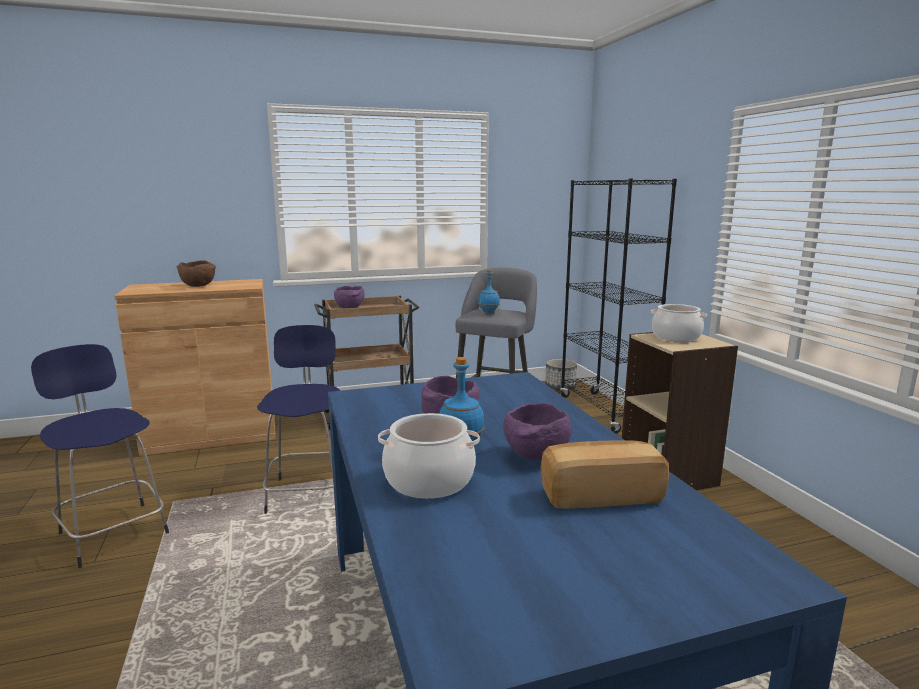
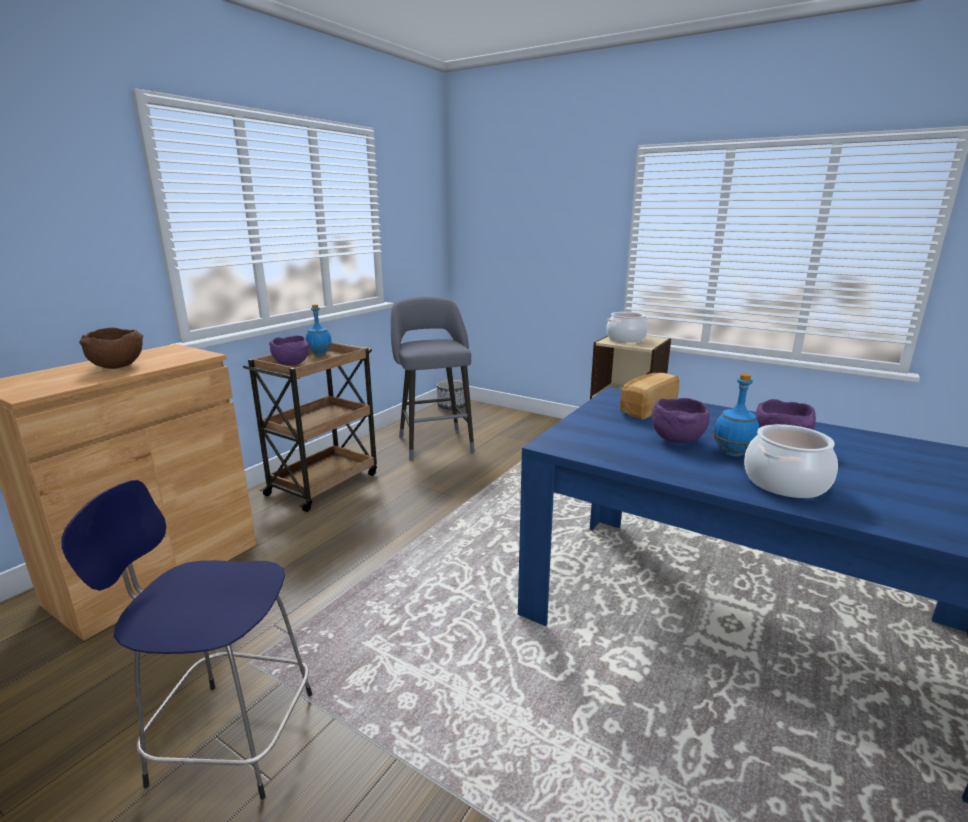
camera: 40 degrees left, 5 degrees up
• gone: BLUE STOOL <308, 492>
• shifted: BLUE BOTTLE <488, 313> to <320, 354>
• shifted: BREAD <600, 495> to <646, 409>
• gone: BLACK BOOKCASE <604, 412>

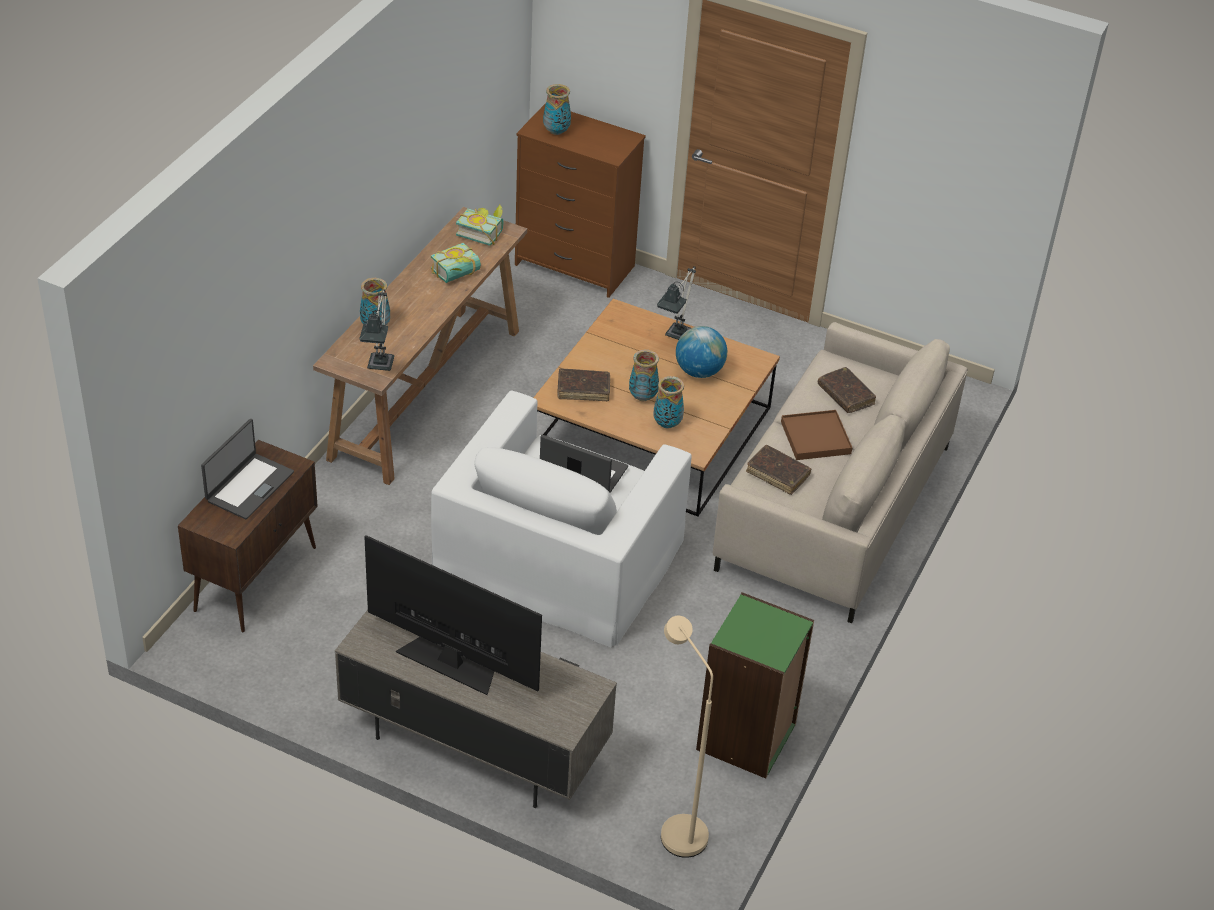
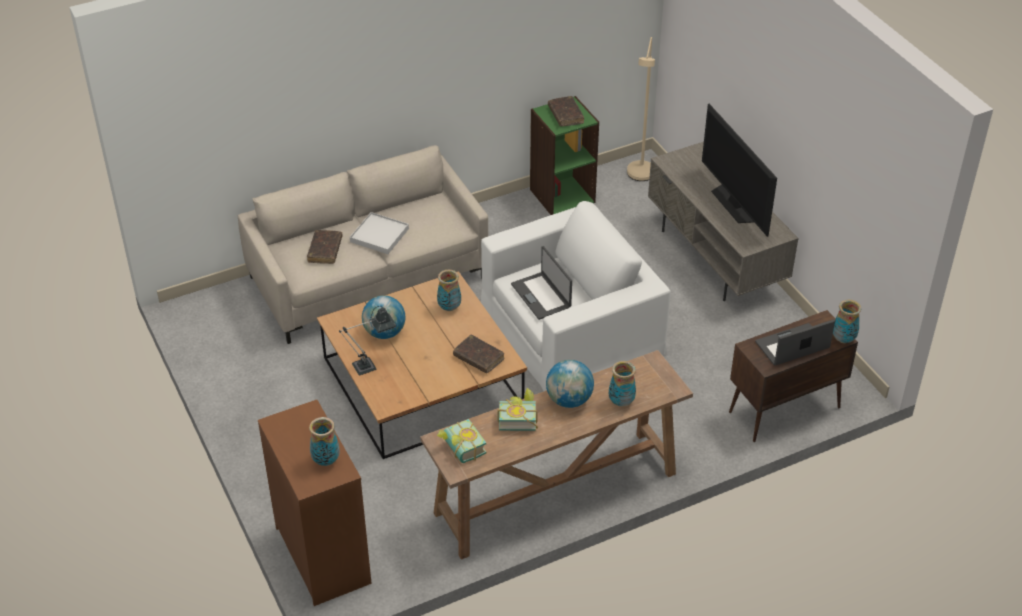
camera: 140 degrees left, 0 degrees up
• gone: TABLE LAMP <379, 368>
• shifted: VASE <643, 397> to <843, 339>
• shifted: BROWN BOOK <777, 474> to <565, 115>
• repainted: BROWN TRAY <815, 437> to WHITE TRAY <379, 235>
• new: GLOBE <569, 400>

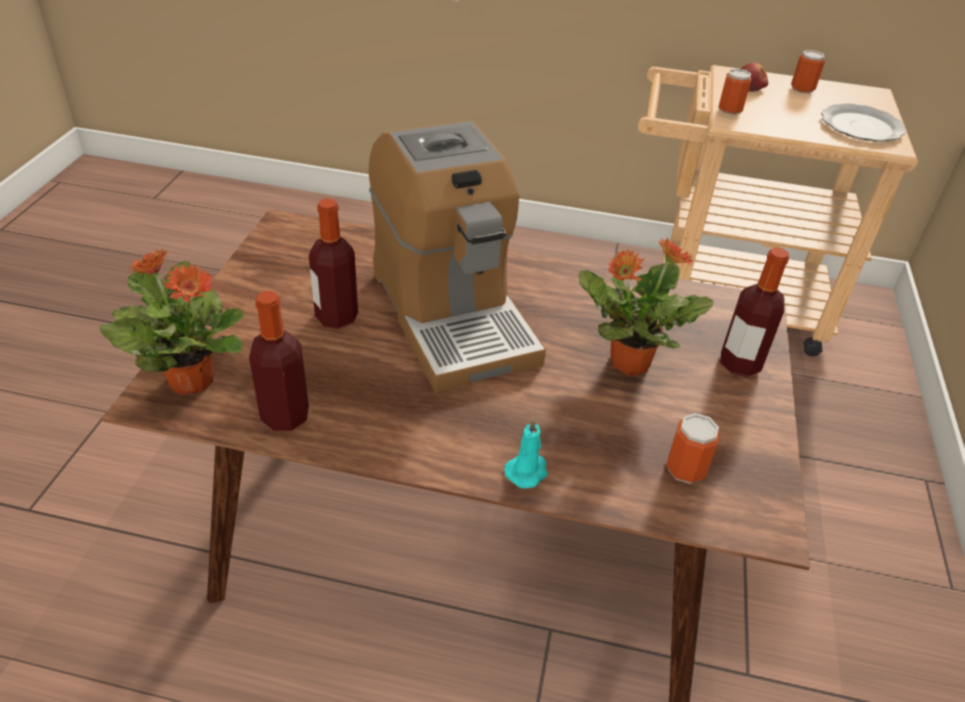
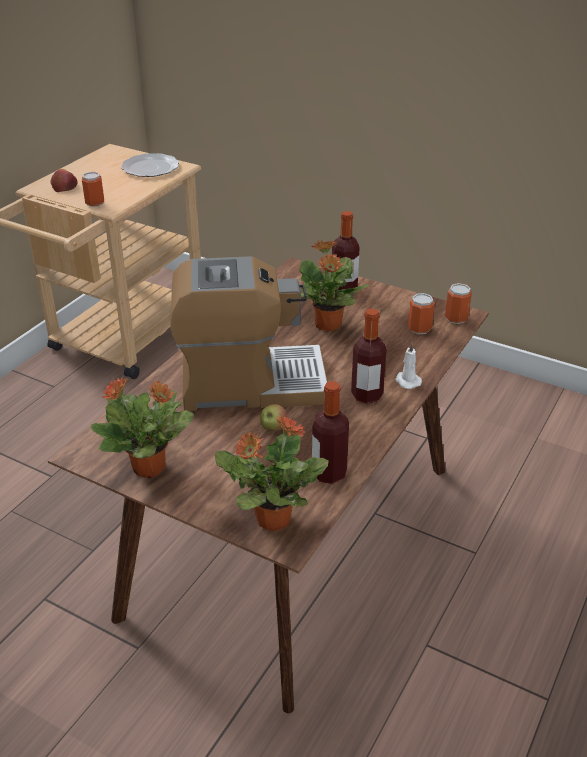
camera: 70 degrees left, 5 degrees down
• shifted: BOTTLE <336, 317> to <366, 395>
• repainted: TURQUOISE CANDLE <527, 471> to WHITE CANDLE <407, 381>
• shifted: CAN <802, 89> to <456, 318>
• new: POTTED PLANT <150, 468>
• new: APPLE <273, 428>

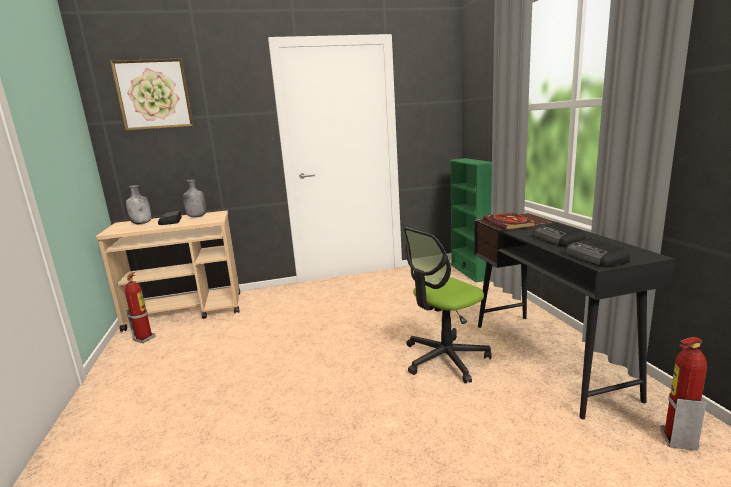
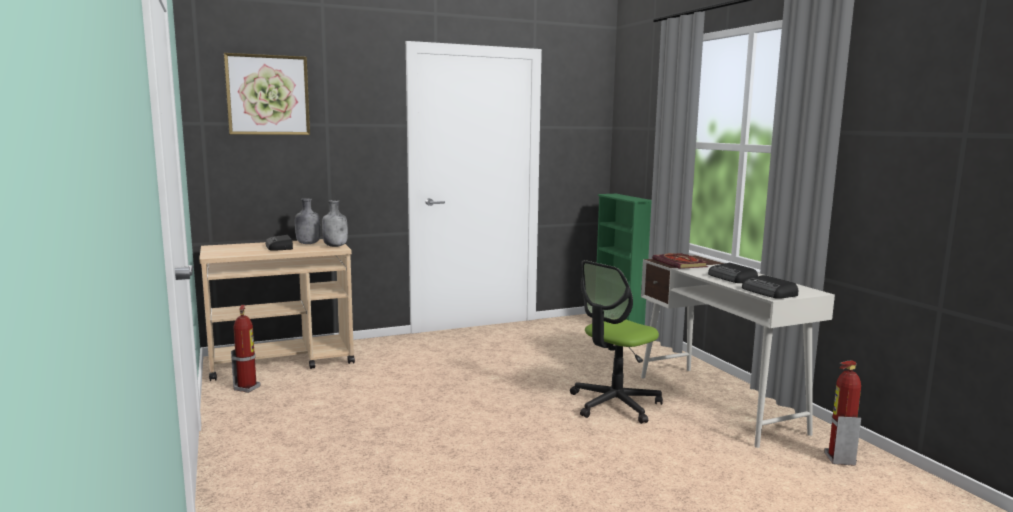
camera: 10 degrees left, 5 degrees down
• shifted: GREY BOTTLE <142, 223> to <336, 246>
• repainted: BLACK DESK <548, 358> to WHITE DESK <719, 403>

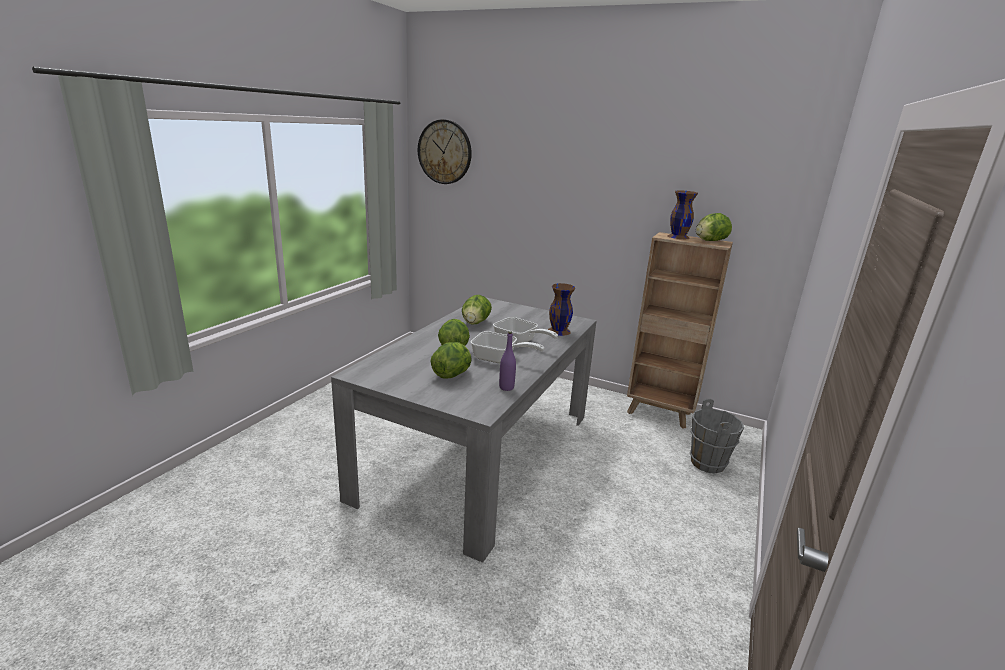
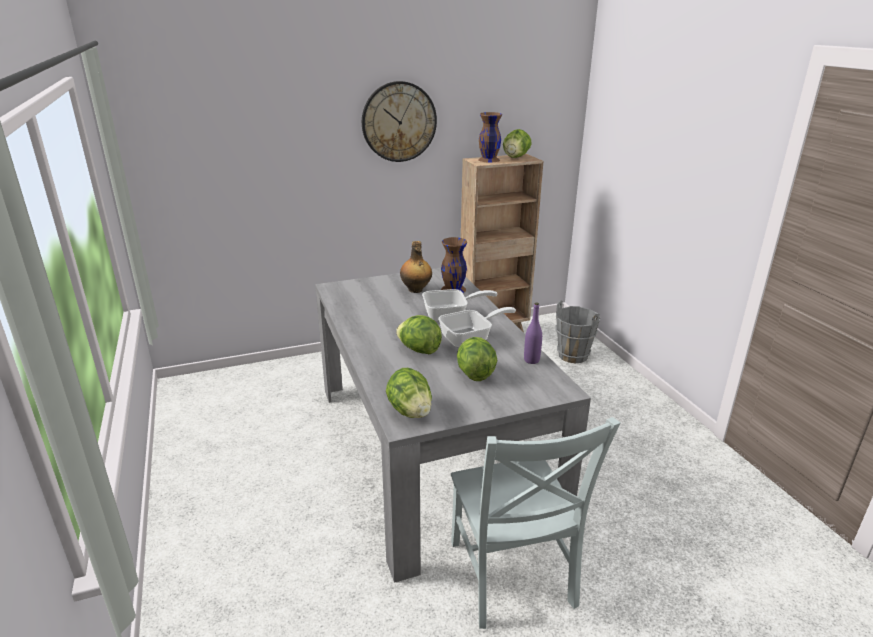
camera: 45 degrees left, 5 degrees up
• shifted: WALL CLOCK <444, 152> to <399, 122>
• shifted: LETTUCE <475, 323> to <410, 411>
• new: BOTTLE <416, 290>
• new: GREY CHAIR <512, 578>

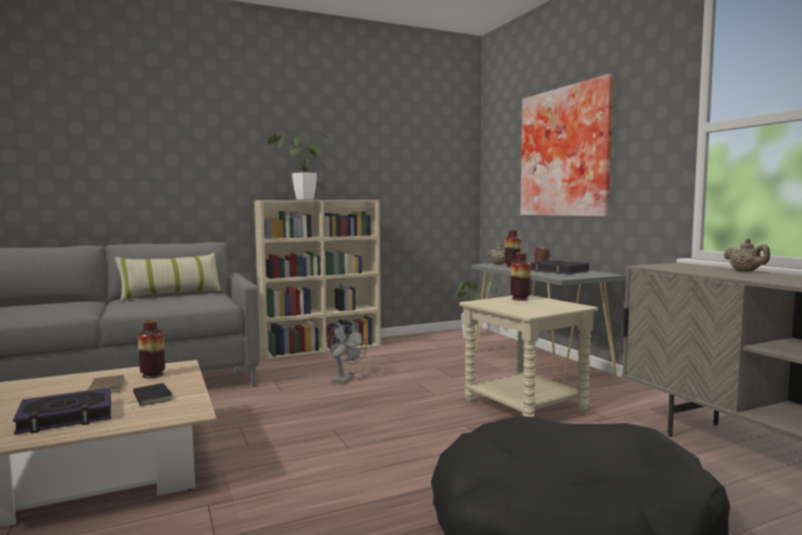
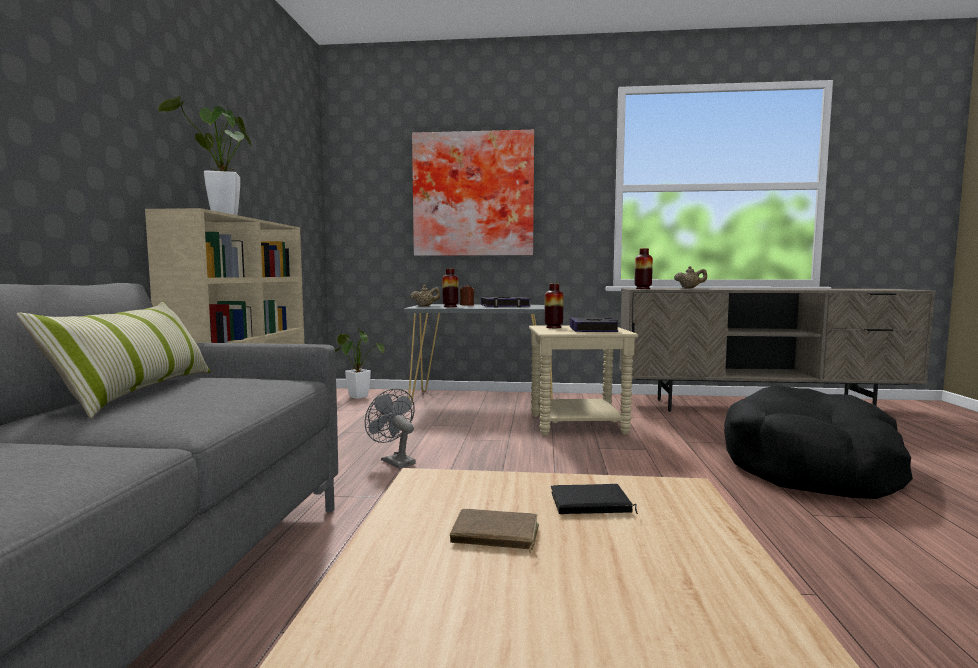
camera: 60 degrees left, 0 degrees up
• shifted: BOOK <66, 417> to <593, 329>
• shifted: VASE <153, 375> to <643, 288>

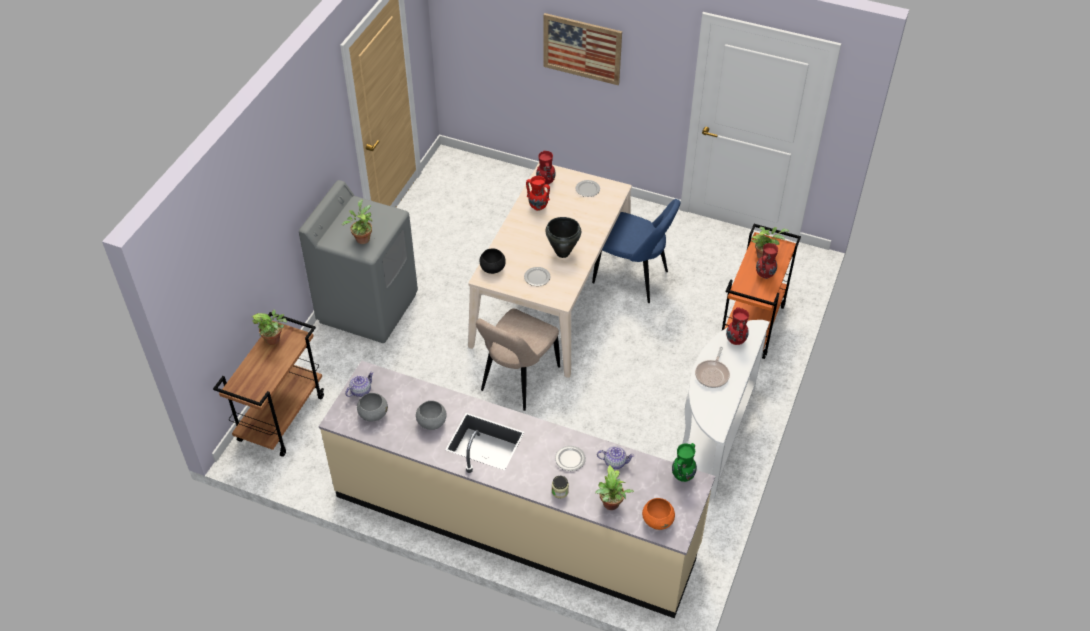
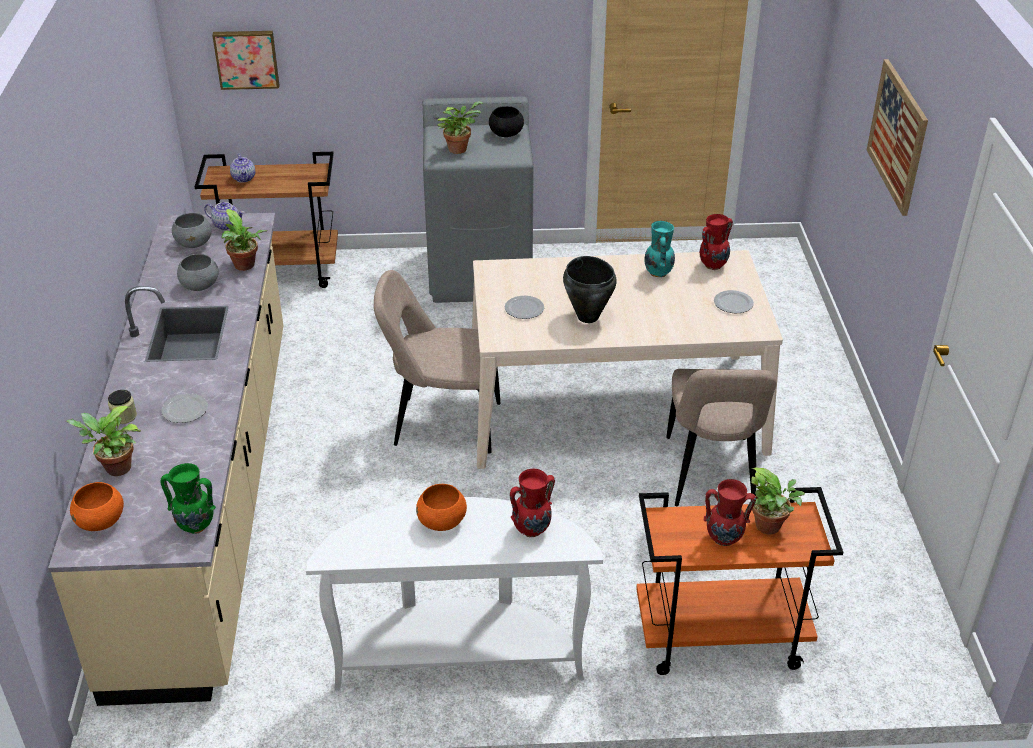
camera: 65 degrees right, 10 degrees down
• shifted: POTTED PLANT <275, 339> to <245, 266>
• shifted: BLACK BOWL <492, 268> to <506, 134>
• repainted: RED VASE <538, 207> to TURQUOISE VASE <658, 273>
• repainted: BLUE CHAIR <634, 278> to BEIGE CHAIR <710, 476>
• shifted: TEAPOT <615, 462> to <244, 178>
• swapped: FRYING PAN <712, 374> to ORANGE BOWL <442, 522>
• new: PICTURE <246, 58>

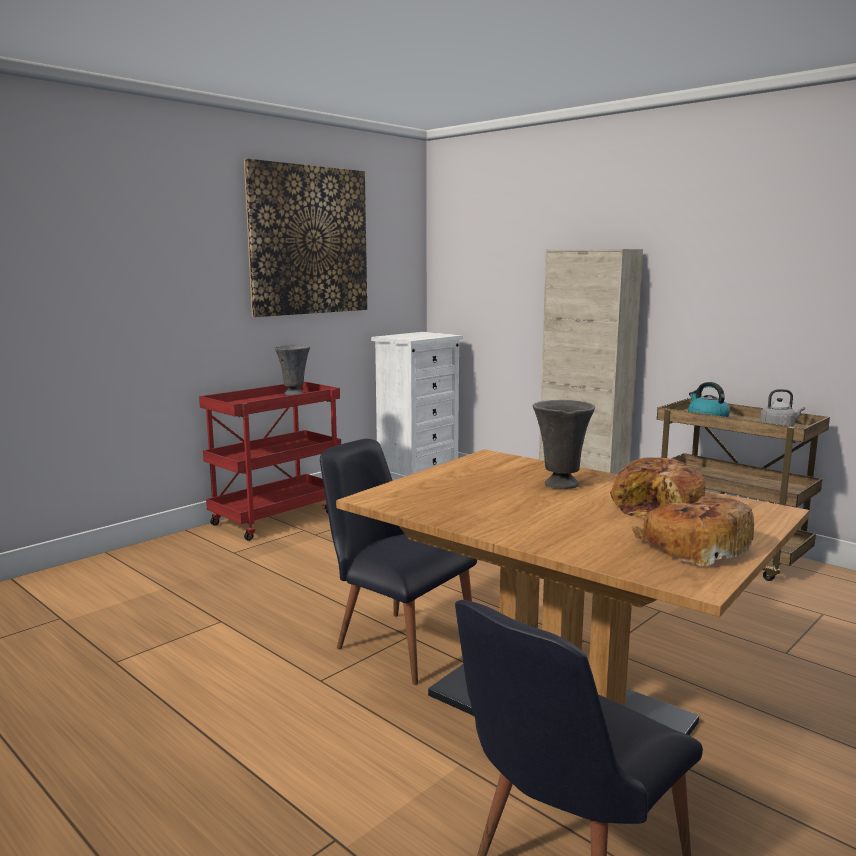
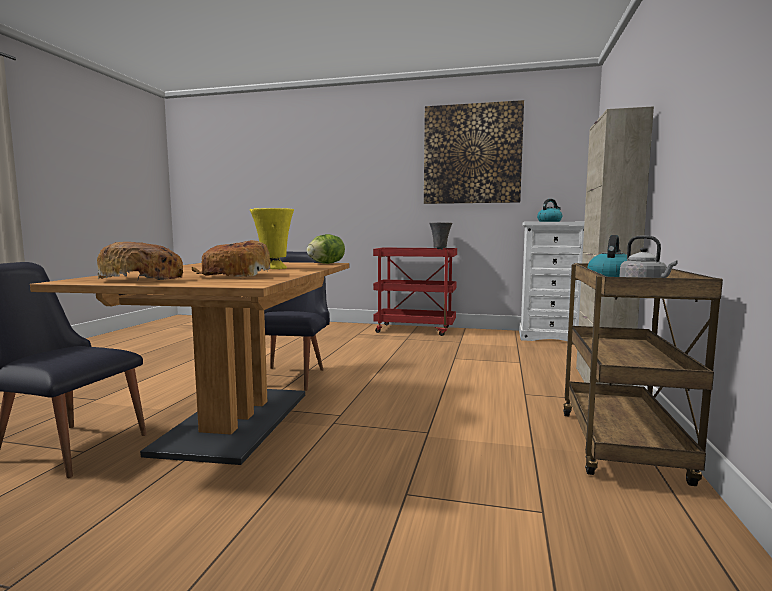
camera: 60 degrees right, 5 degrees down
• repainted: GREY VASE <560, 485> to YELLOW VASE <273, 268>
• new: LETTUCE <326, 263>
• new: KETTLE <549, 221>

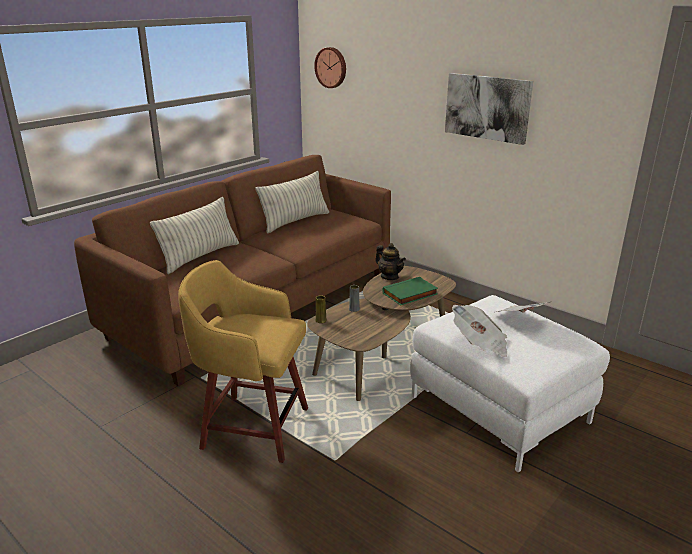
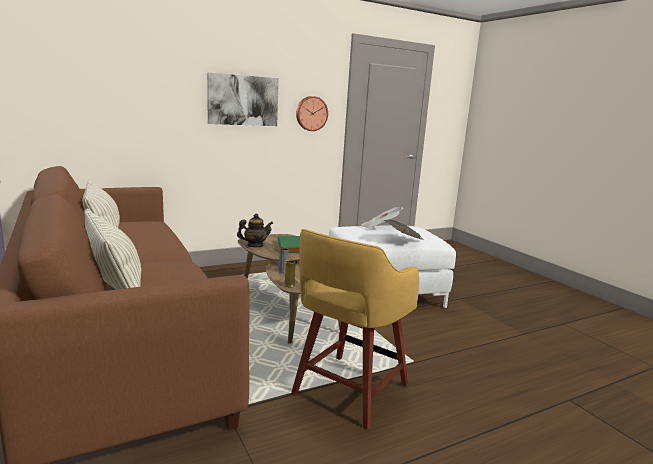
camera: 70 degrees left, 10 degrees down
• shifted: WALL CLOCK <331, 67> to <311, 113>

